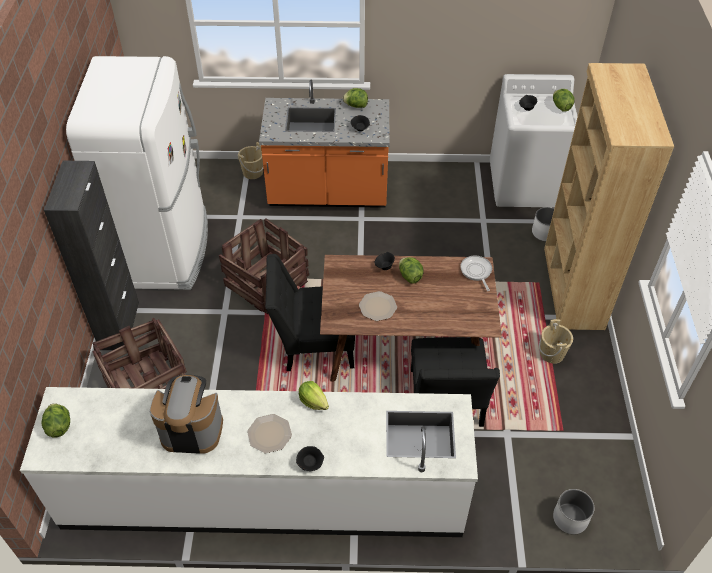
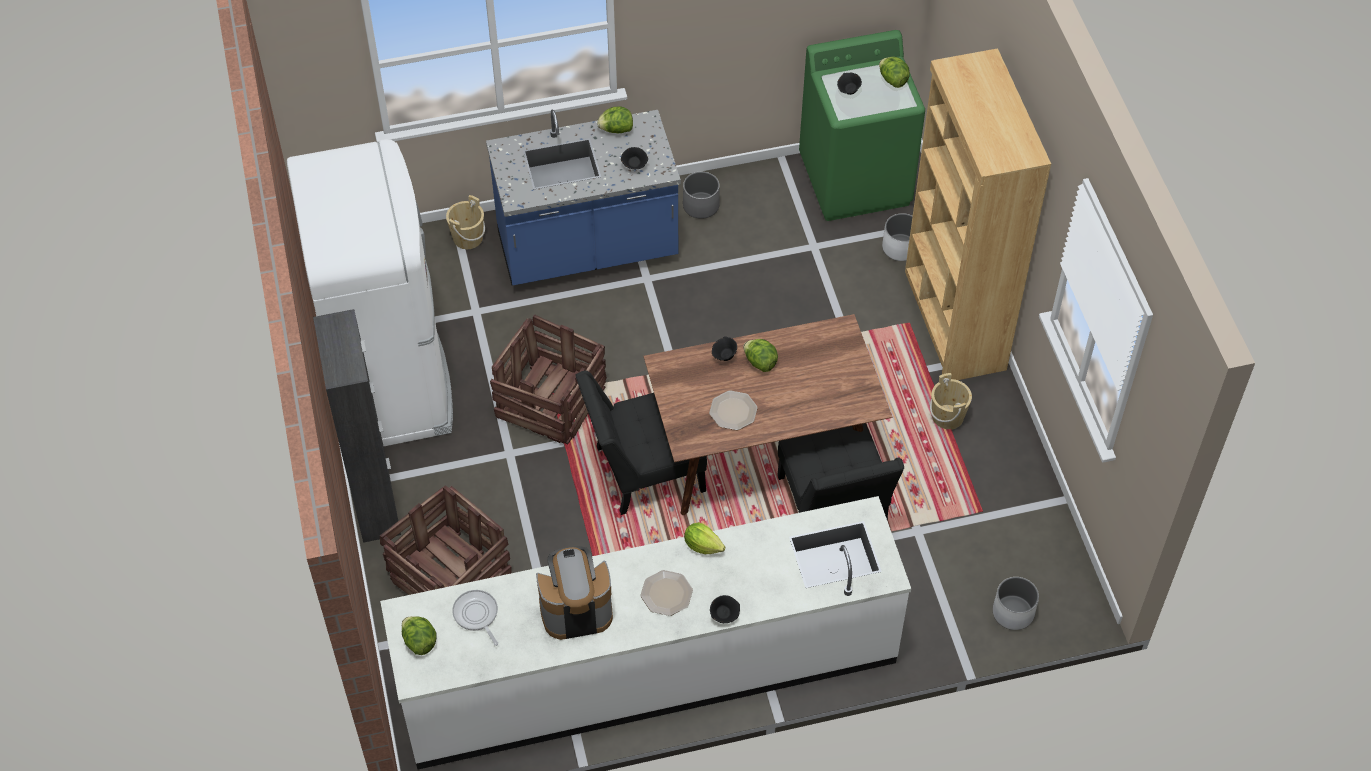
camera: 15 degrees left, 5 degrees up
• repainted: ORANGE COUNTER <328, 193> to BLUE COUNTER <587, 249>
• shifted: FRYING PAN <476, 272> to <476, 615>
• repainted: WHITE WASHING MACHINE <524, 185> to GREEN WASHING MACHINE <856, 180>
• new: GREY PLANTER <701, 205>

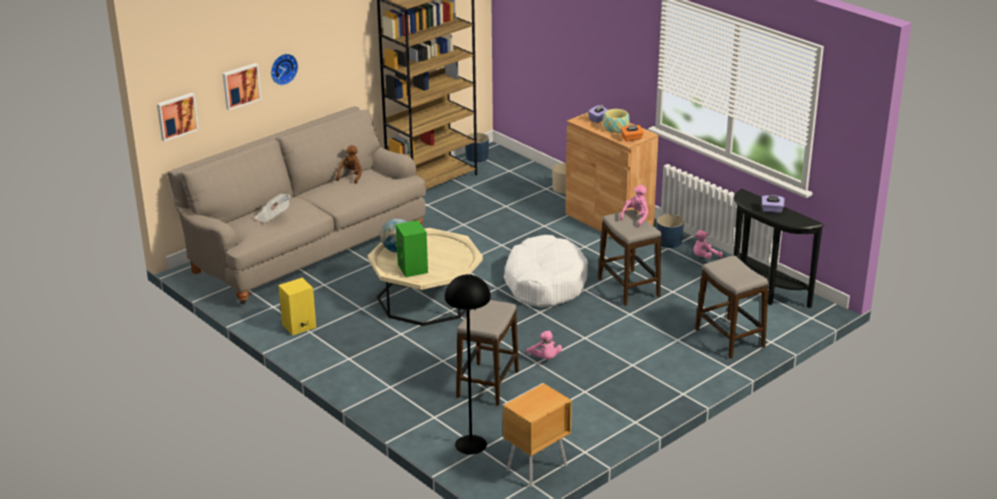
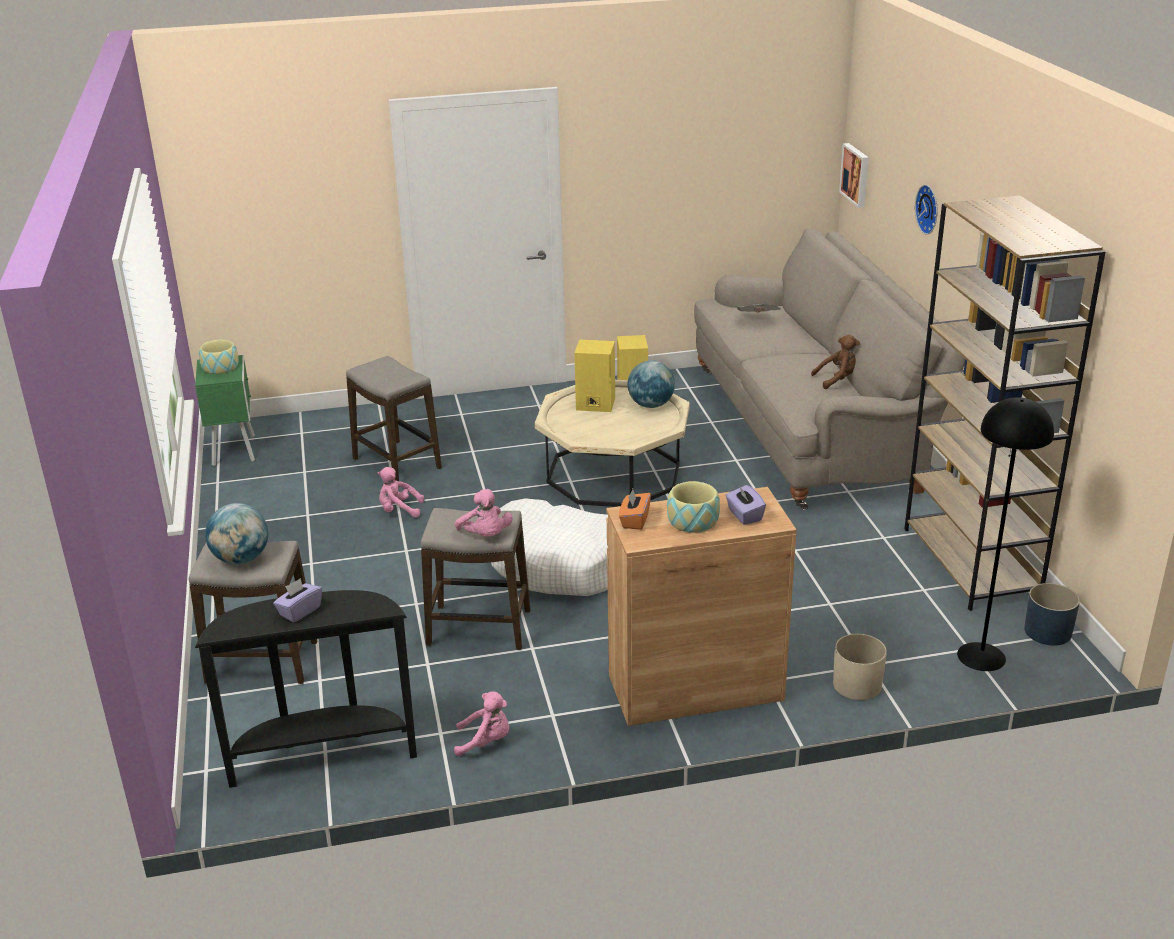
camera: 120 degrees right, 0 degrees up
• gone: PICTURE <240, 85>
• rotated: BROWN PLUSH TOY <350, 176> = <837, 380> 60 degrees counterclockwise
• repainted: GREEN SPEAKER <413, 269> to YELLOW SPEAKER <594, 404>
• shifted: BLACK FLOOR LAMP <471, 444> to <981, 657>
• repainted: BROWN NIGHTSTAND <535, 469> to GREEN NIGHTSTAND <234, 450>
• gone: BLUE PLANTER <669, 242>
• rotated: PINK PLUSH TOY <704, 257> = <486, 741> 90 degrees clockwise
• new: BOWL <220, 367>
• new: GLOBE <241, 559>

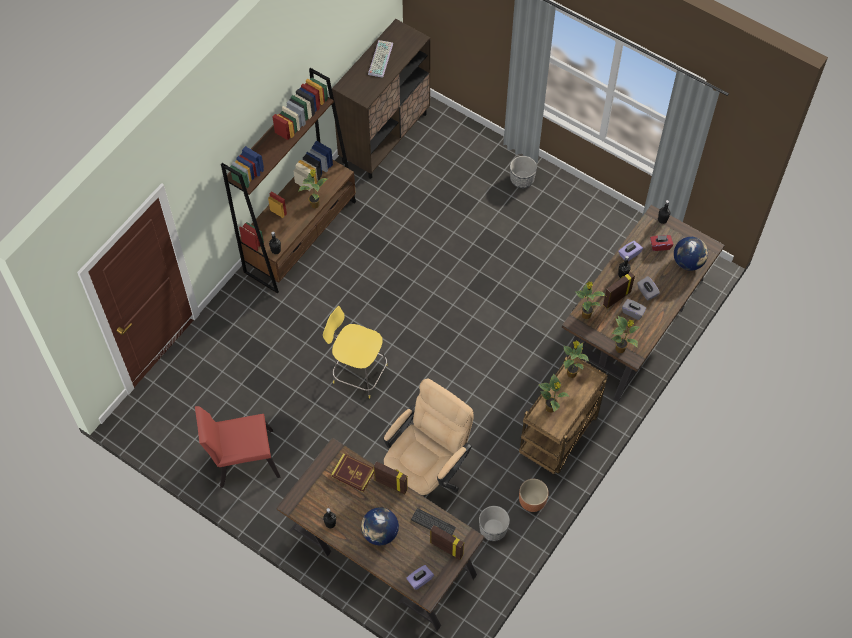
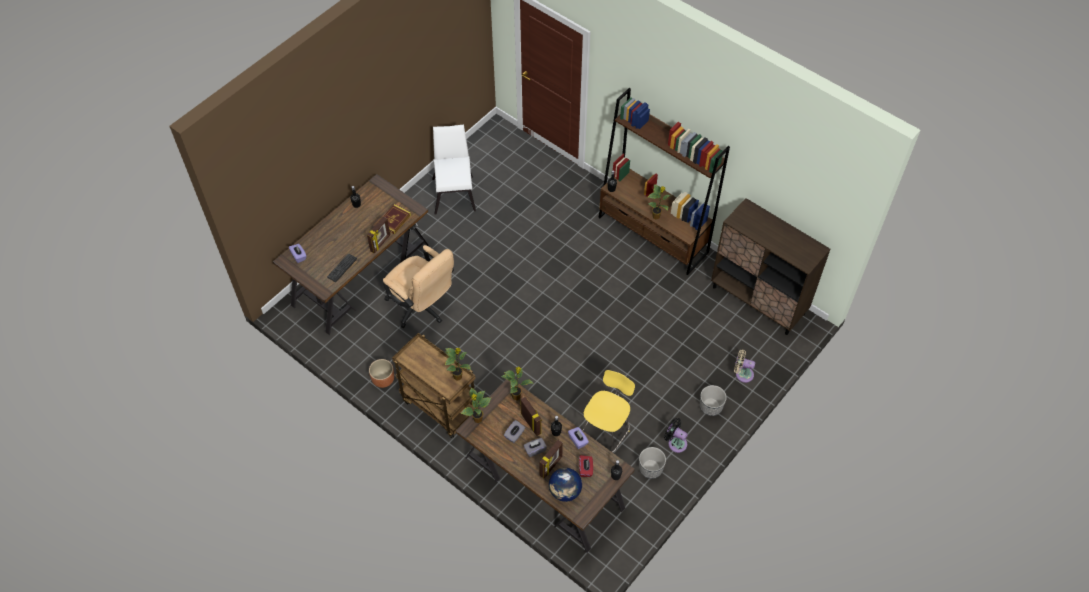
camera: 95 degrees right, 5 degrees down
• repainted: RED CHAIR <241, 458> to WHITE CHAIR <454, 191>
• shifted: YELLOW STOOL <358, 373> to <605, 435>
• gone: GLOBE <380, 533>
• gone: KEYBOARD <380, 58>
• shifted: PICTURE FRAME <446, 548> to <551, 466>
• shifted: PLANTER <493, 529> to <650, 469>
• gone: POTTED PLANT <551, 408>
• new: BLACK FAN <675, 442>
• new: BEIGE FAN <742, 374>

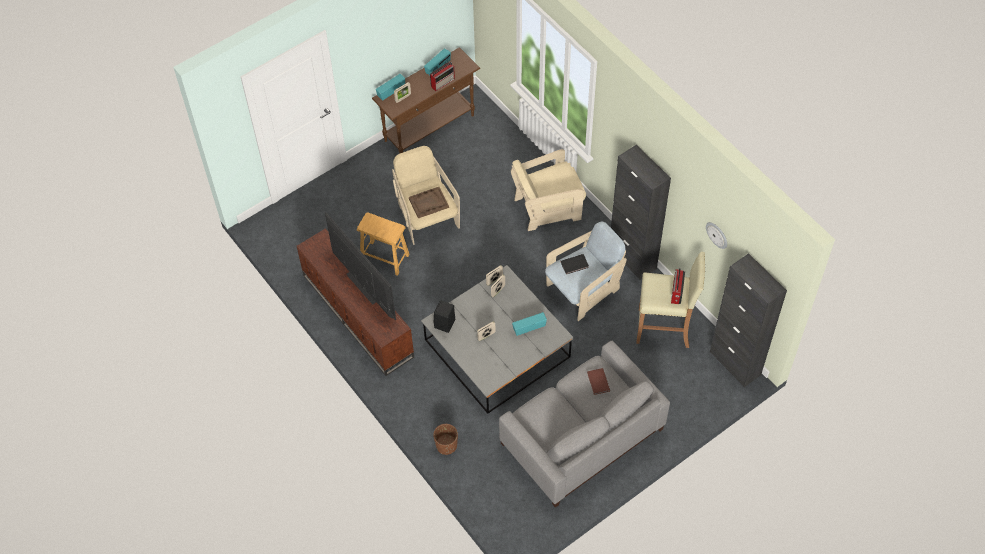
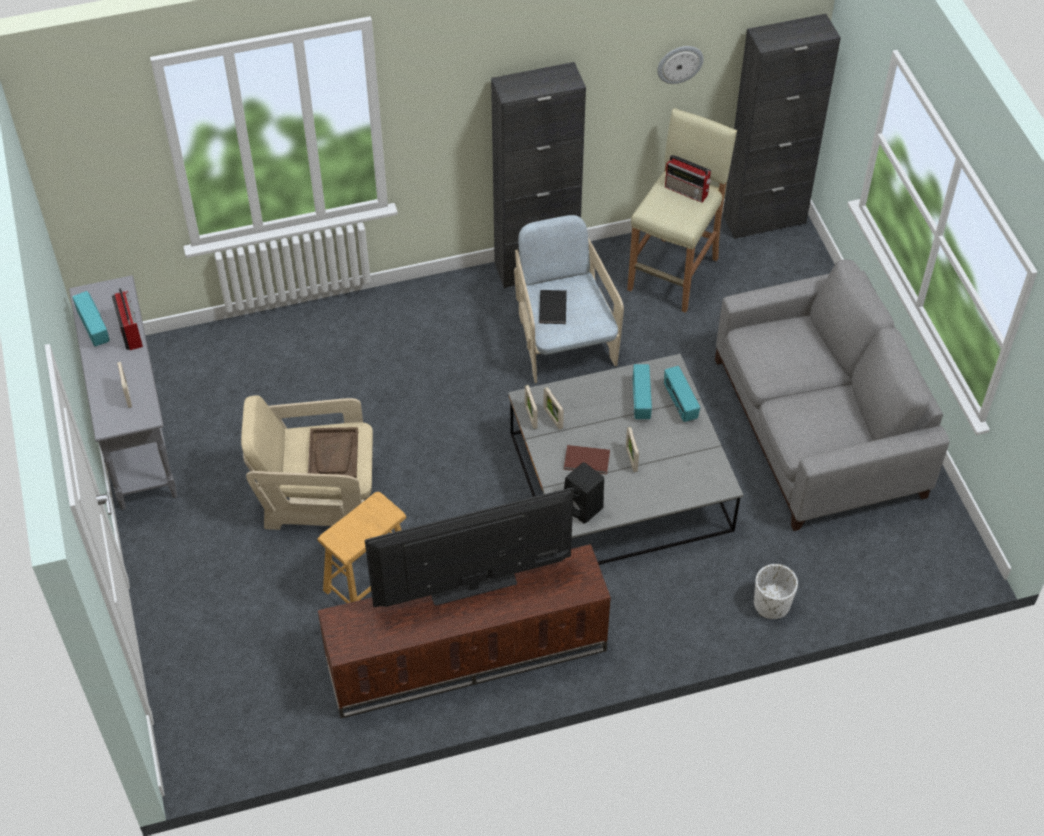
camera: 70 degrees left, 5 degrees down
• repainted: BROWN CONSOLE TABLE <430, 128> to GREY CONSOLE TABLE <137, 437>
• shifted: RADIO <391, 92> to <679, 403>
• repainted: BROWN PLANTER <446, 445> to WHITE PLANTER <772, 604>
• gone: BEIGE ARMCHAIR <547, 208>
• shifted: BROWN BOOK <597, 382> to <587, 461>

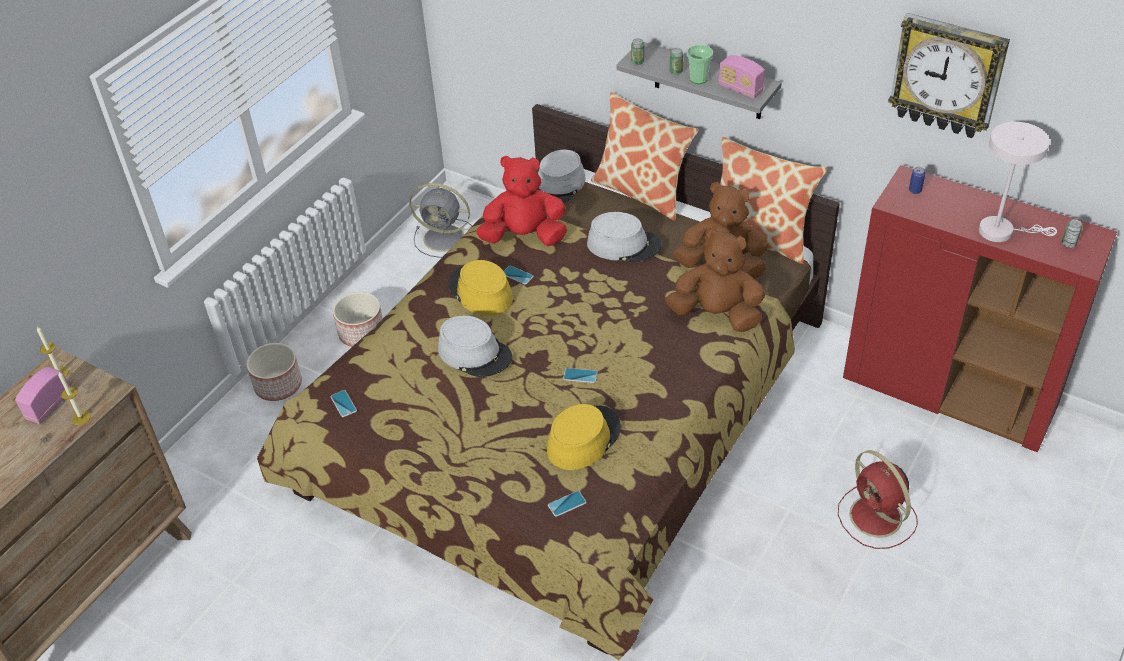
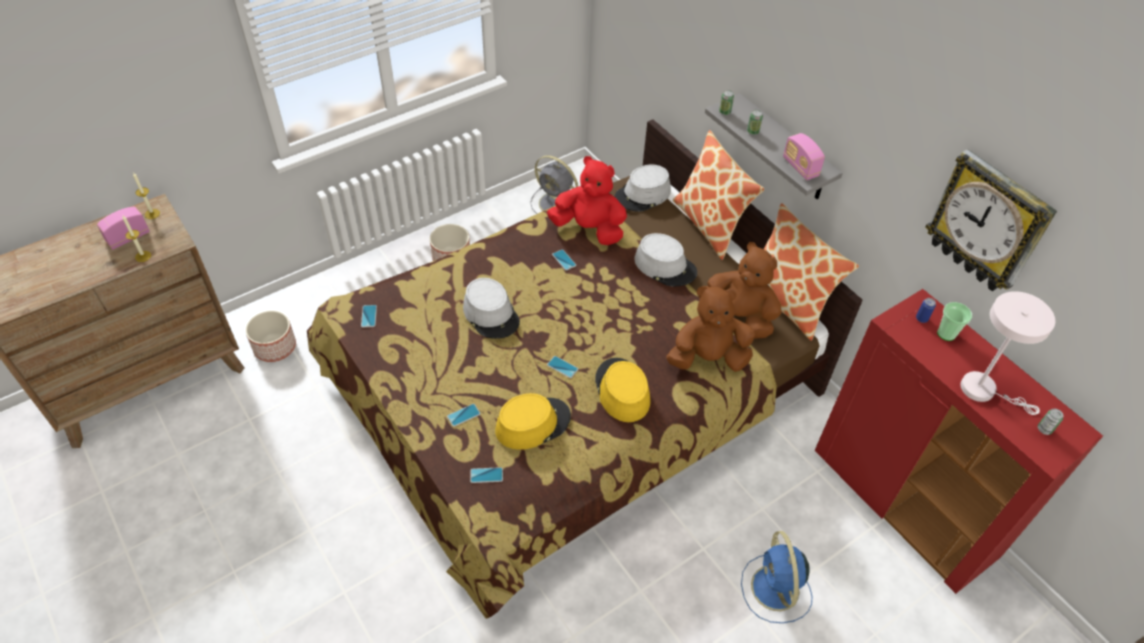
camera: 20 degrees right, 5 degrees up
• shifted: PLANTER <279, 385> to <275, 347>
• shifted: YELLOW HAT <480, 292> to <622, 391>
• rotated: BROWN PLUSH TOY <717, 314> = <708, 358> 45 degrees counterclockwise
• shifted: CUP <698, 79> to <946, 333>
• repainted: RED FAN <877, 518> to BLUE FAN <775, 590>
• new: PHONE <463, 415>

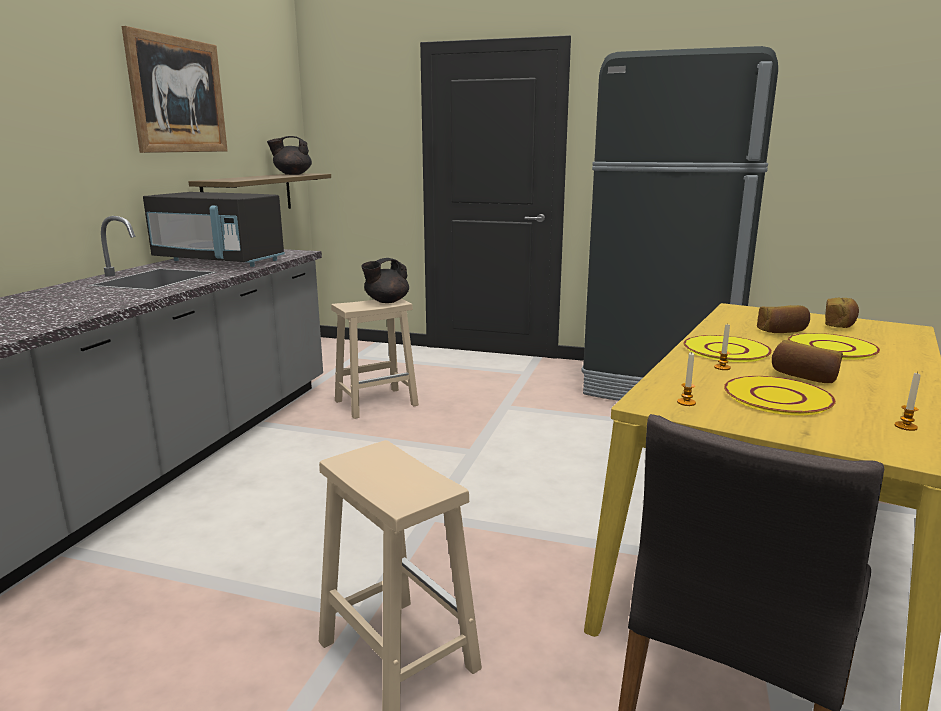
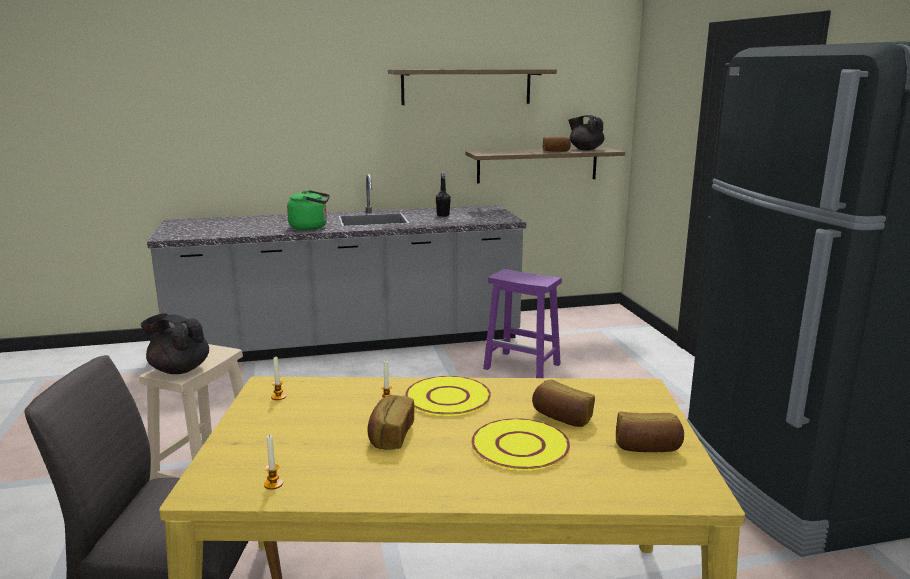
camera: 60 degrees right, 0 degrees up
• swapped: PICTURE <178, 95> to SHELF <466, 86>
• swapped: BLACK MICROWAVE <219, 261> to BLACK BOTTLE <443, 215>
• repainted: BEIGE STOOL <377, 402> to PURPLE STOOL <523, 366>
• shifted: BLACK TEAPOT <386, 301> to <179, 369>
• gone: YELLOW PLATE <776, 397>
• new: GREEN KETTLE <311, 227>
• new: BREAD <556, 151>

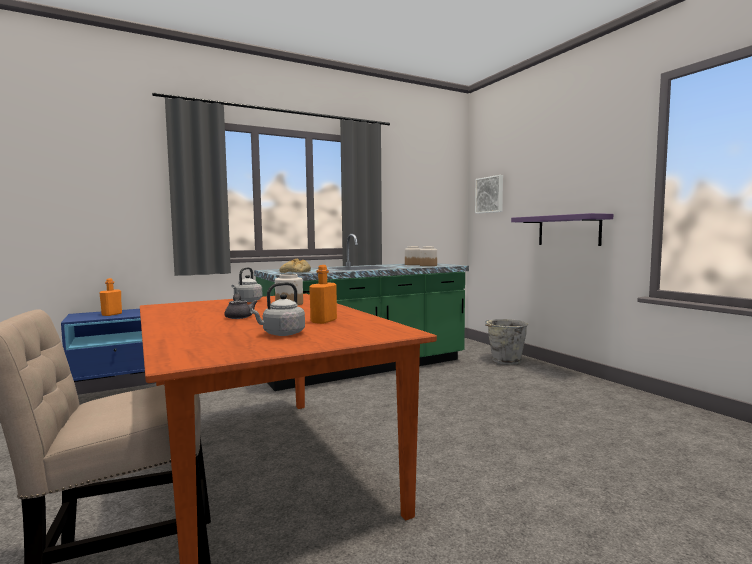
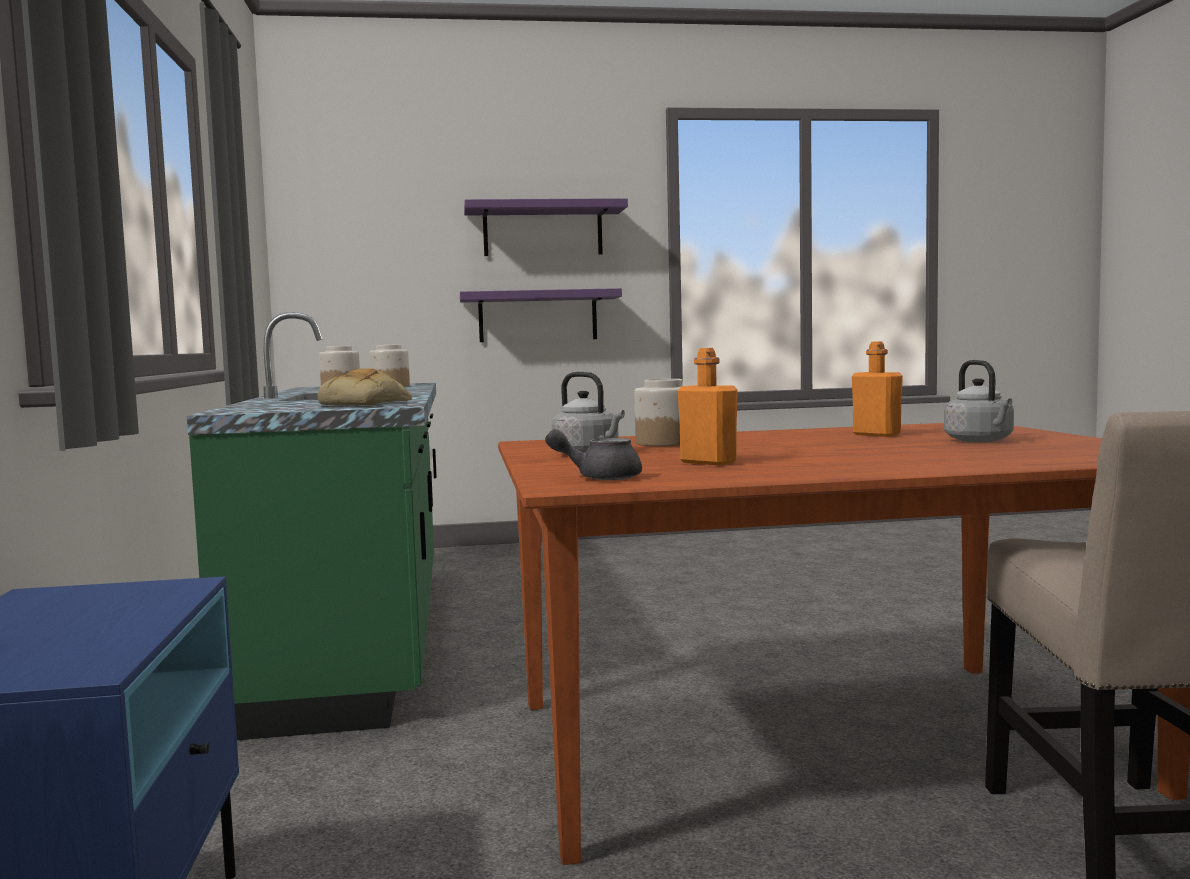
camera: 70 degrees left, 0 degrees up
• shifted: ORANGE BOTTLE <111, 314> to <708, 462>
• shifted: GREY TEAPOT <239, 316> to <600, 477>
• gone: PICTURE <490, 195>
• gone: GREY BUCKET <505, 361>
• new: PURPLE SHELF <543, 231>

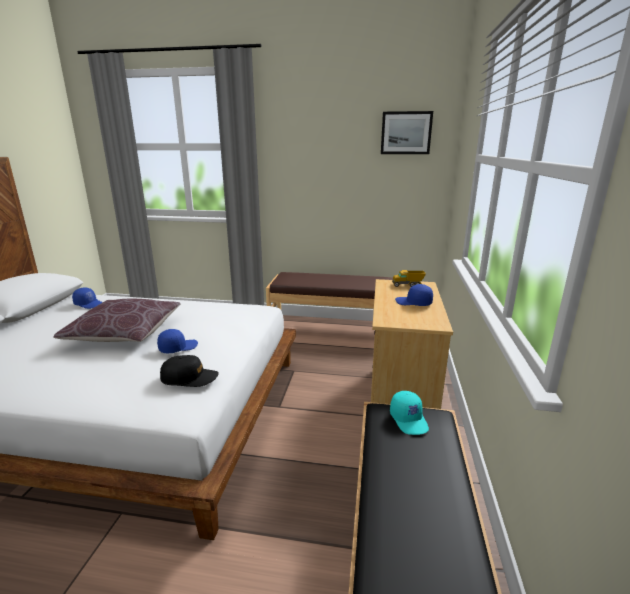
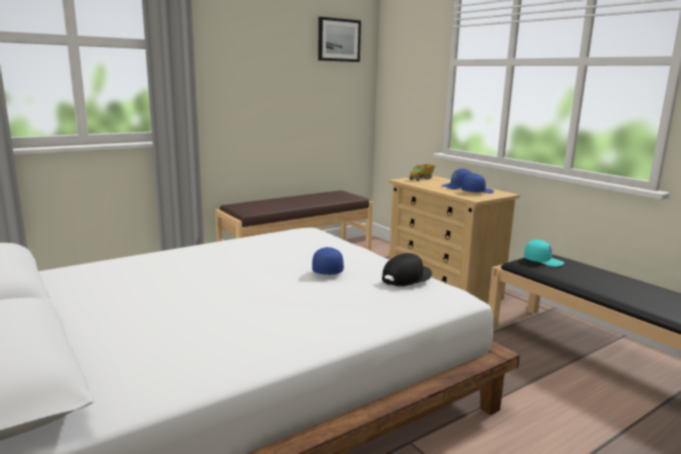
camera: 45 degrees left, 5 degrees down
• gone: BROWN PILLOW <125, 333>
• shifted: BLUE CAP <89, 304> to <477, 192>

